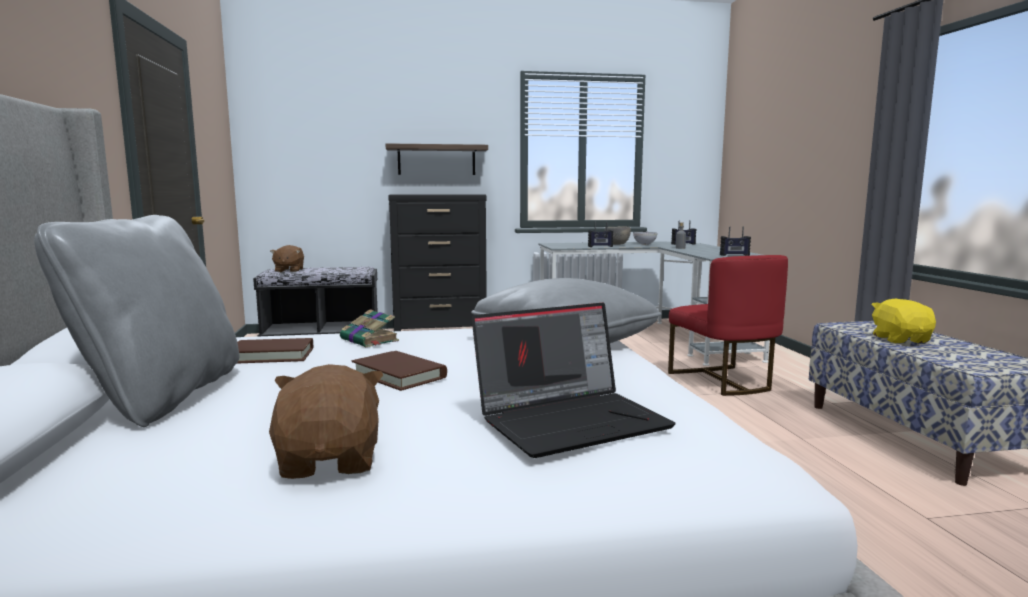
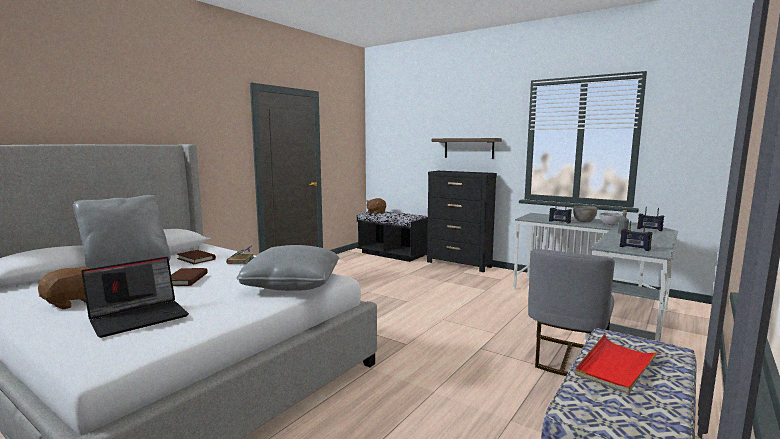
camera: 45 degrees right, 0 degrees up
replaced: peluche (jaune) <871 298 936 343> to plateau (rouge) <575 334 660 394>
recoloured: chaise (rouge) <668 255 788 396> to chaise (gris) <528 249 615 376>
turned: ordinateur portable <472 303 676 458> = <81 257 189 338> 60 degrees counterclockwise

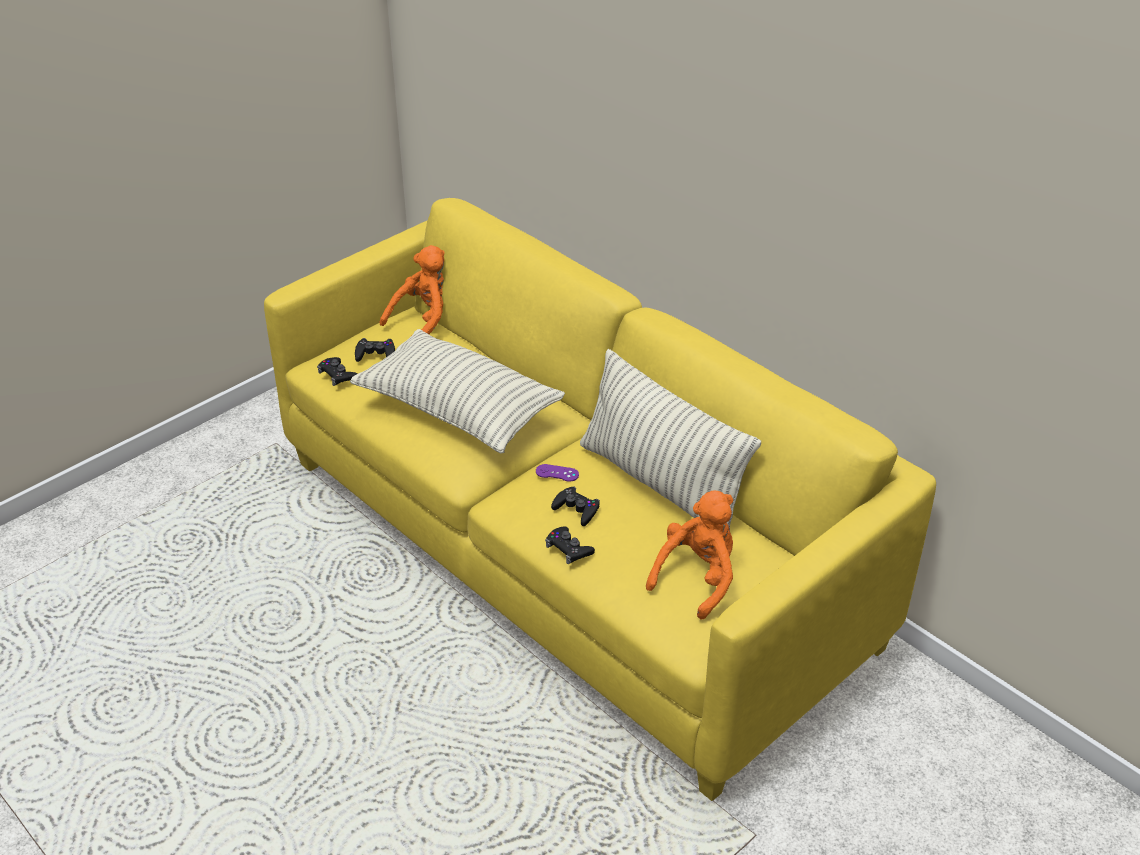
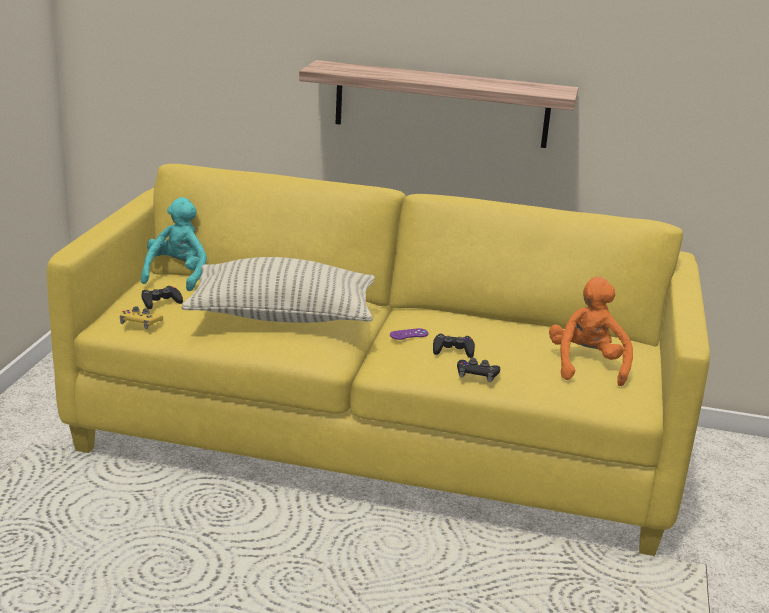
camera: 35 degrees left, 15 degrees down
removed: coussin <580 349 761 531>
added: étagère <299 60 578 148>
recoloured: manette (noir) <317 357 358 386> to manette (jaune) <120 306 163 329>; peluche (orange) <379 245 445 334> to peluche (turquoise) <141 197 207 291>

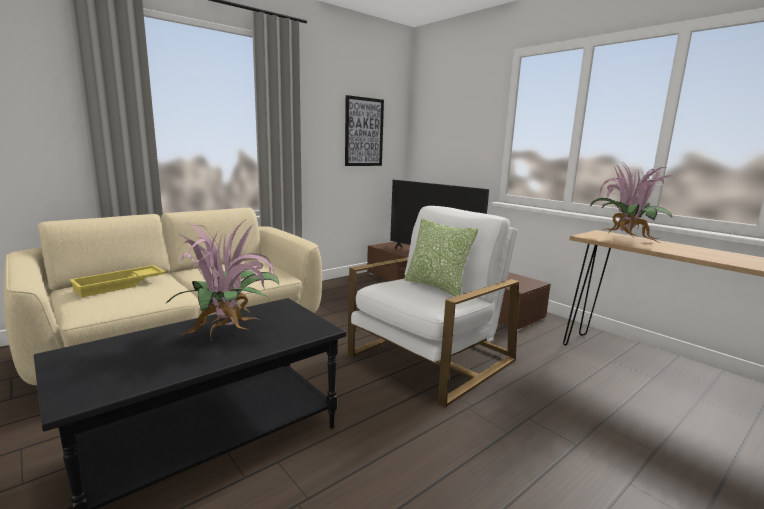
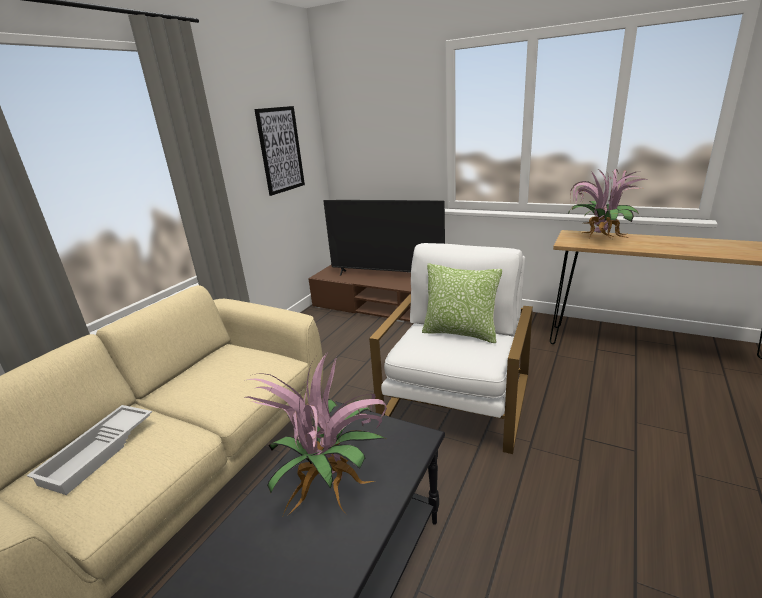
camera: 20 degrees left, 10 degrees up
recoloured: plateau (jaune) <69 265 166 297> to plateau (blanc) <27 405 152 495>

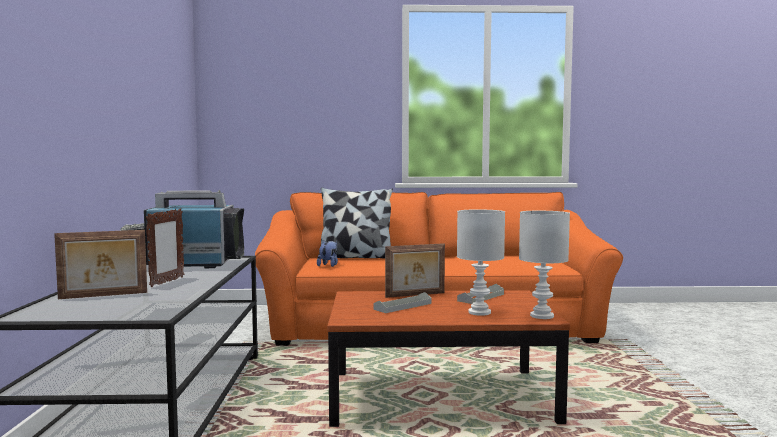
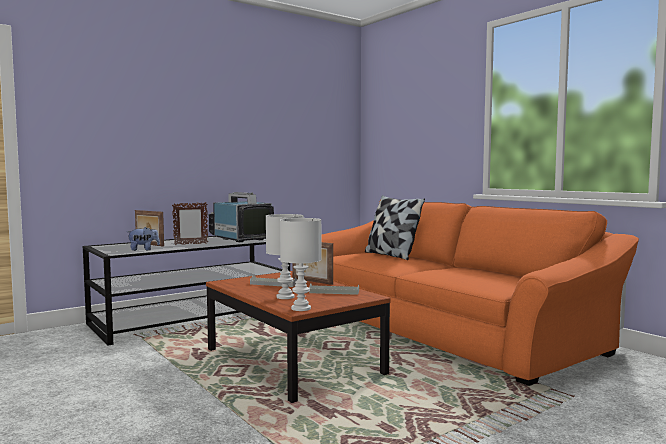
camera: 55 degrees right, 0 degrees up
moved: peluche <317 240 338 267> to <127 227 160 251>

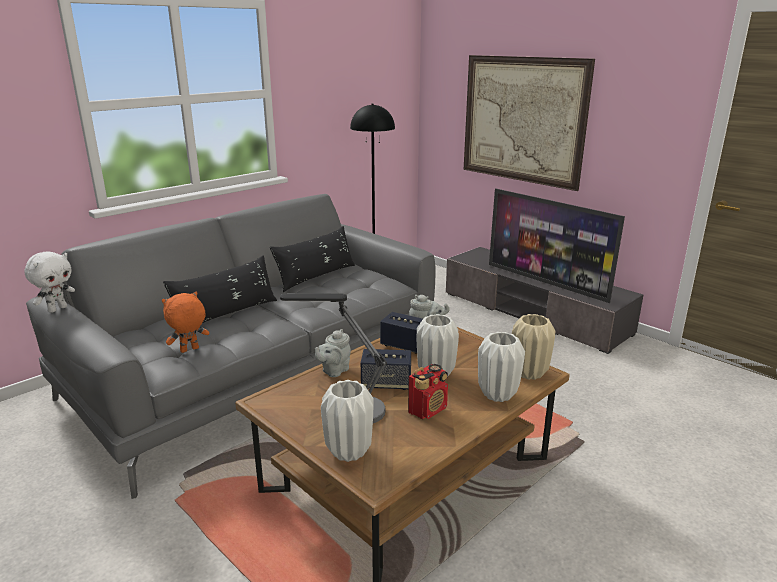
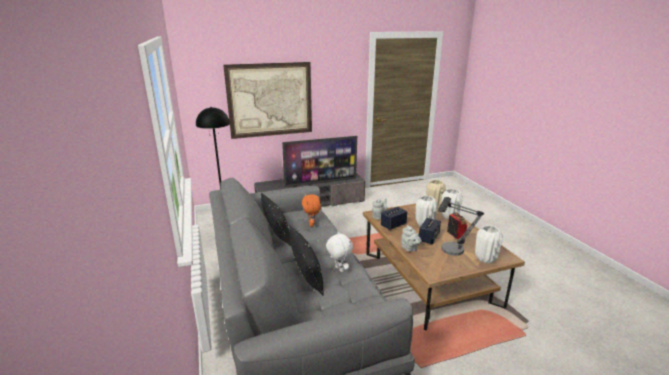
camera: 65 degrees left, 0 degrees up
moved: peluche (blanc) <24 251 75 313> to <326 232 353 272>; peluche (orange) <162 292 209 353> to <302 194 321 227>

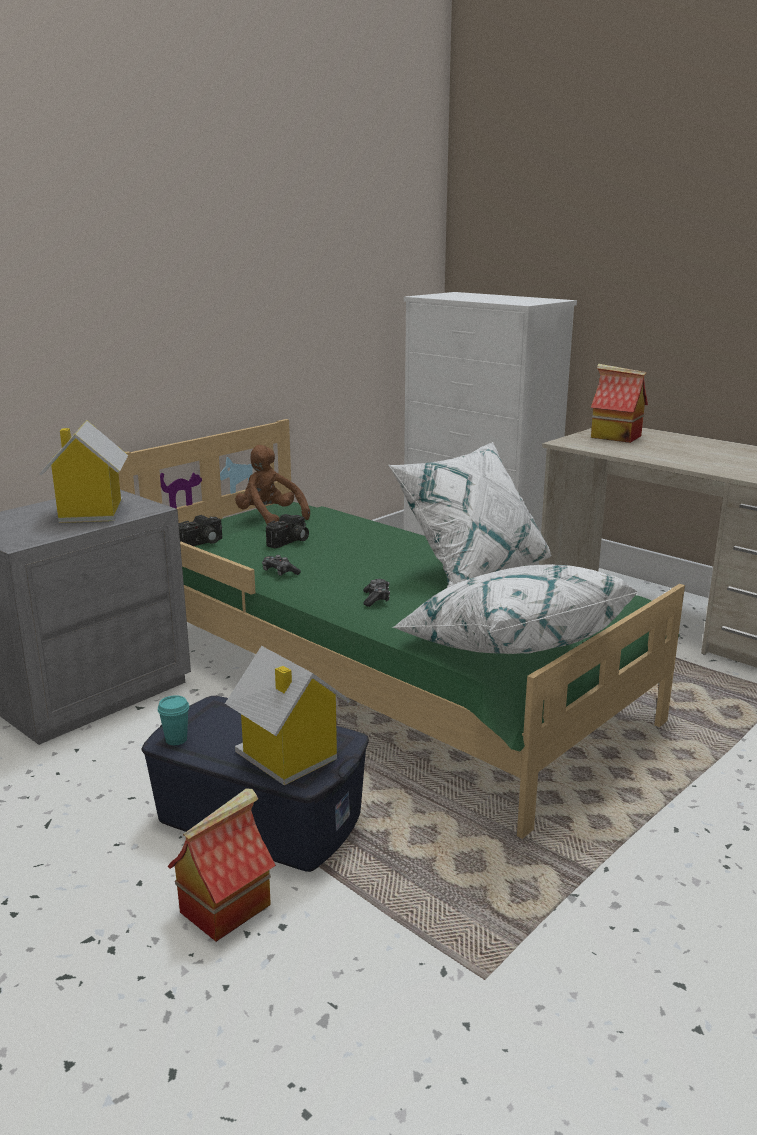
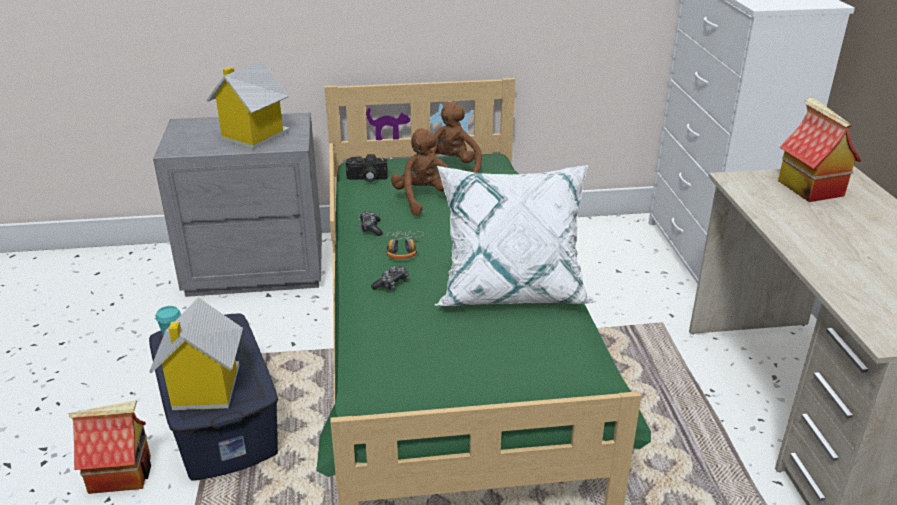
camera: 40 degrees right, 10 degrees up
removed: coussin (blanc) <392 564 639 654>
added: casque audio <380 230 424 259>
replaced: appareil photo <266 514 309 548> to peluche (marron) <391 128 450 216>

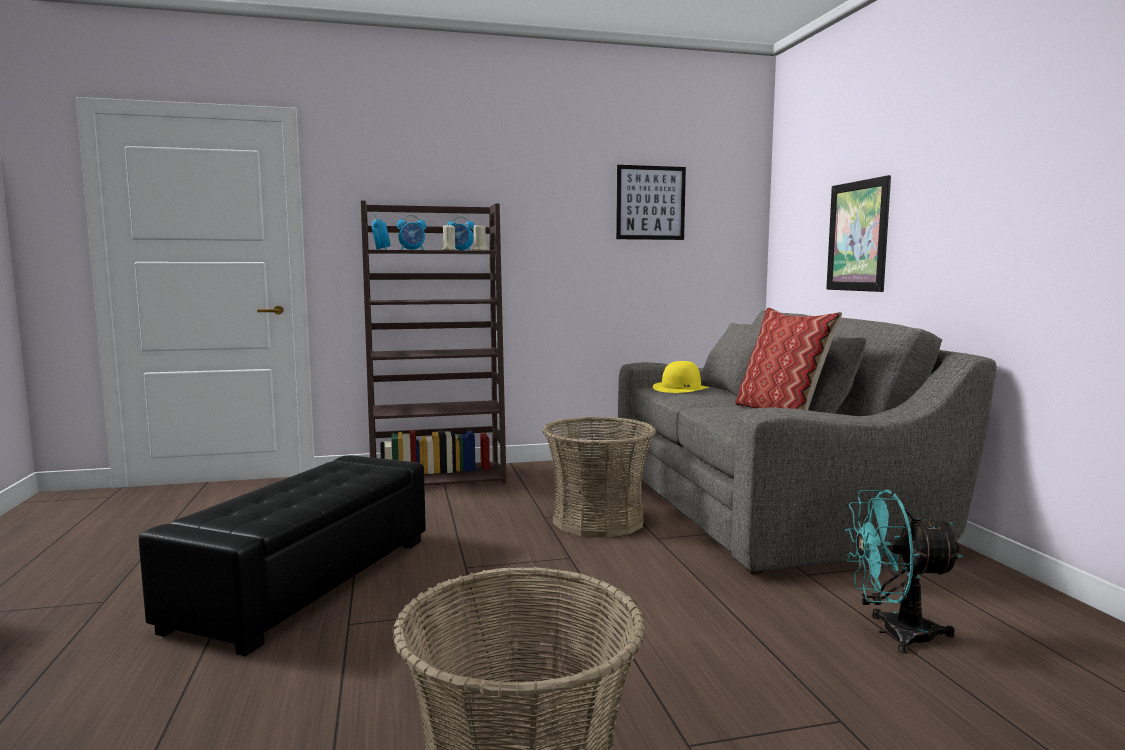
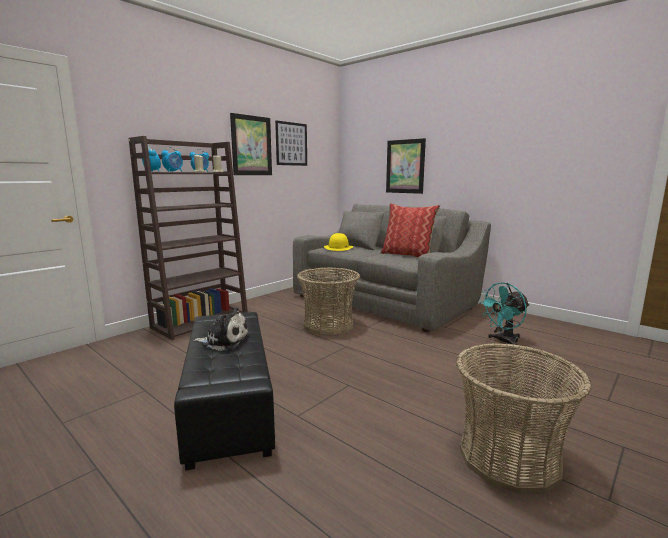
camera: 35 degrees left, 5 degrees up
added: peluche <193 307 249 351>; tableau <230 113 272 175>

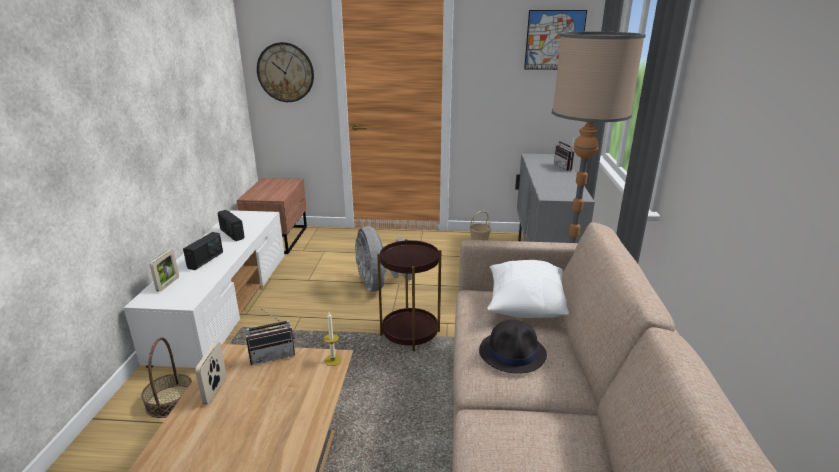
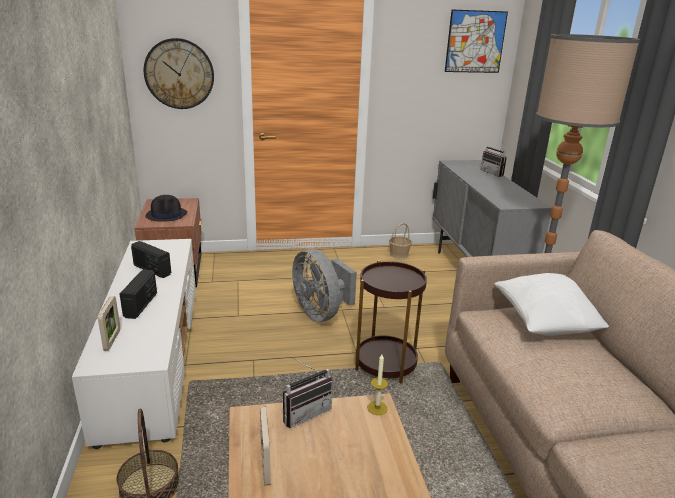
camera: 15 degrees left, 0 degrees up
moved: chapeau (noir) <479 320 547 374> to <145 195 187 222>

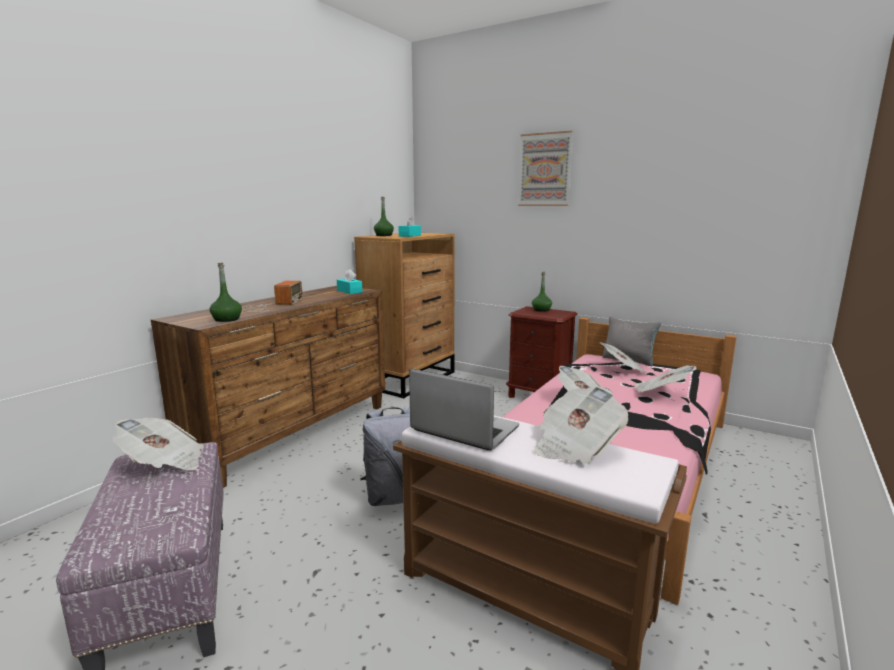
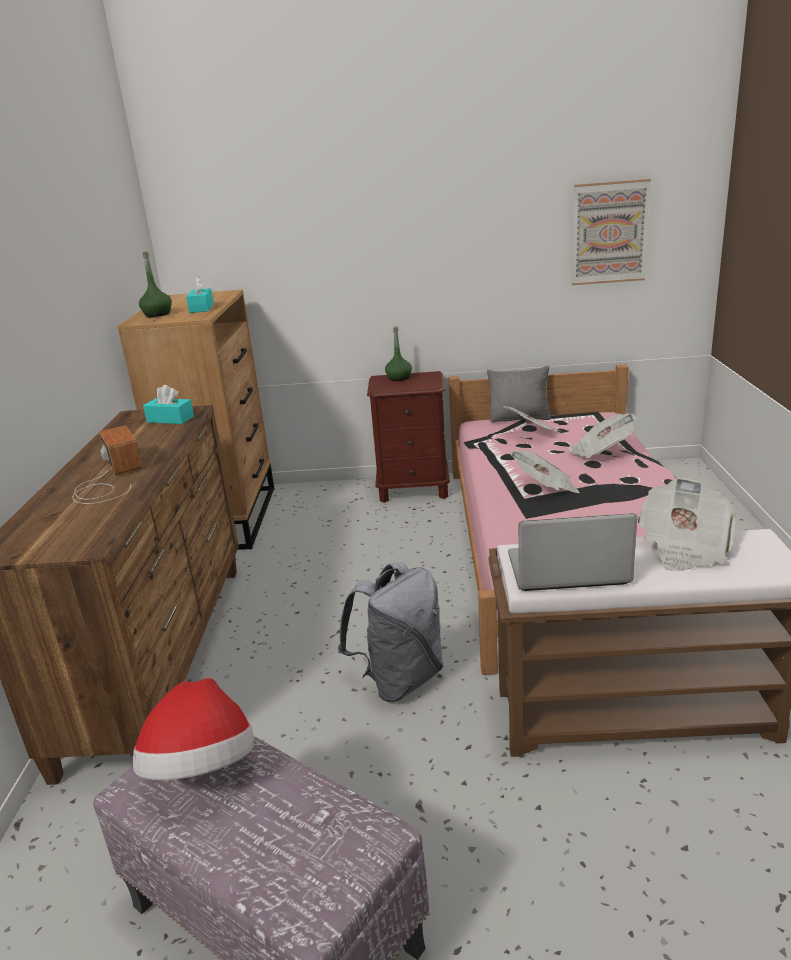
camera: 30 degrees left, 10 degrees up
removed: bouteille (vert) <209 263 242 322>
moved: tableau <518 130 573 206> to <572 179 651 285>
replaced: journal <112 418 204 470> to chapeau <133 678 254 780>

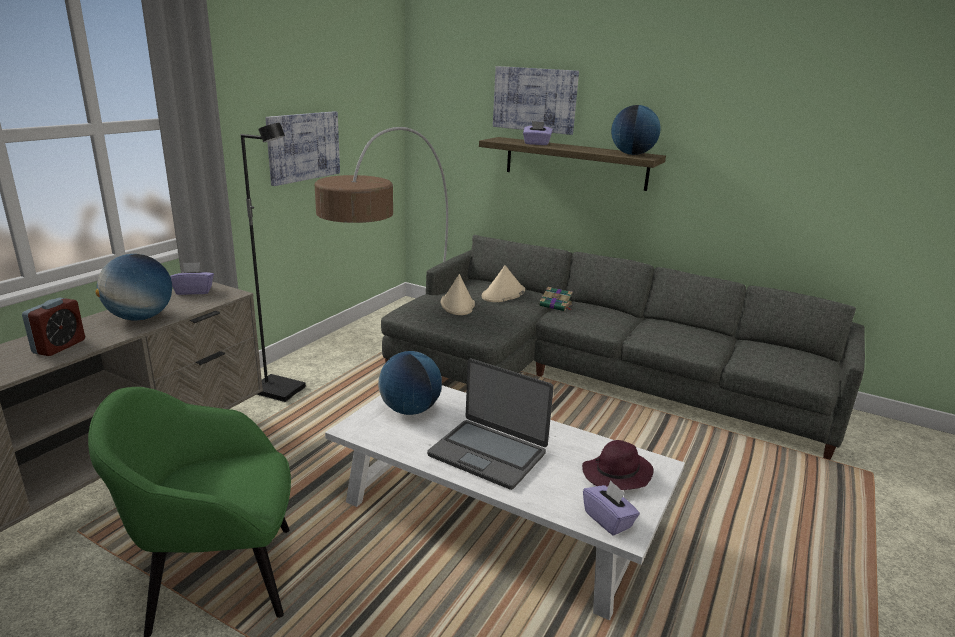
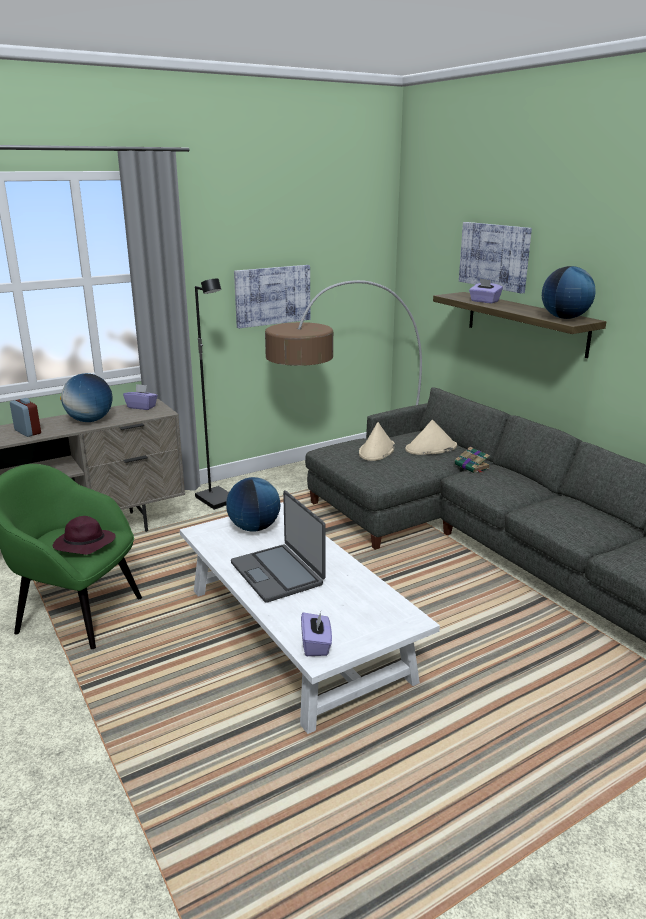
camera: 30 degrees right, 0 degrees up
moved: chapeau (violet) <582 440 654 490> to <53 516 116 555>
turned: réveil <22 298 85 356> = <10 398 41 437> 90 degrees counterclockwise

